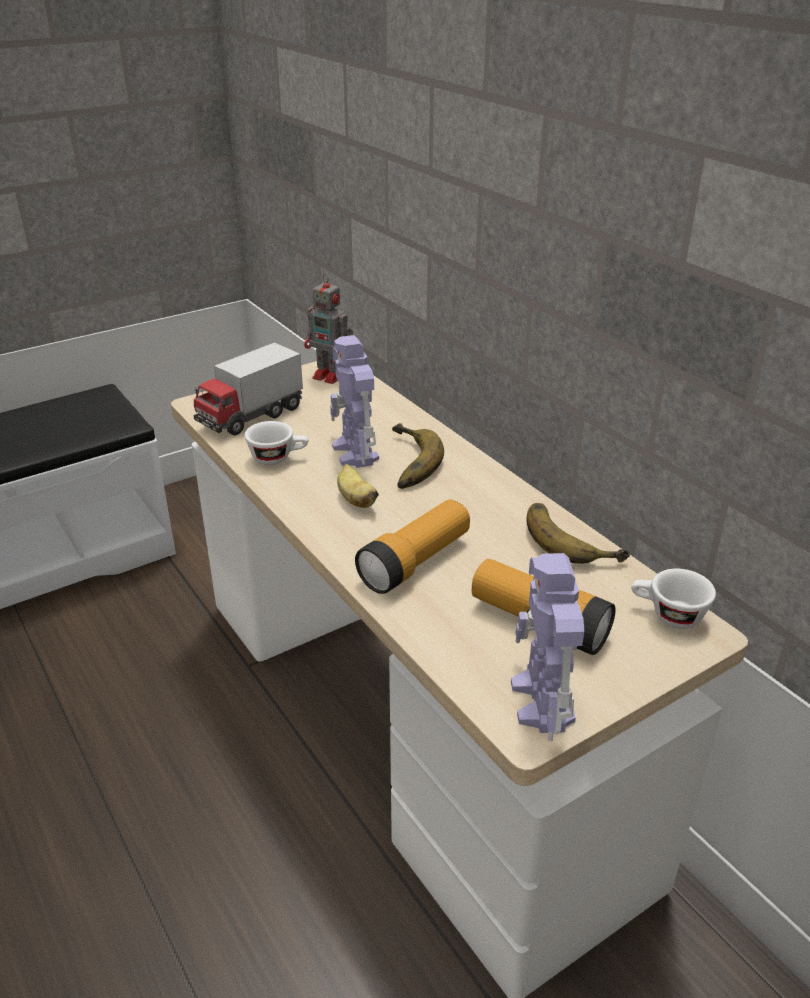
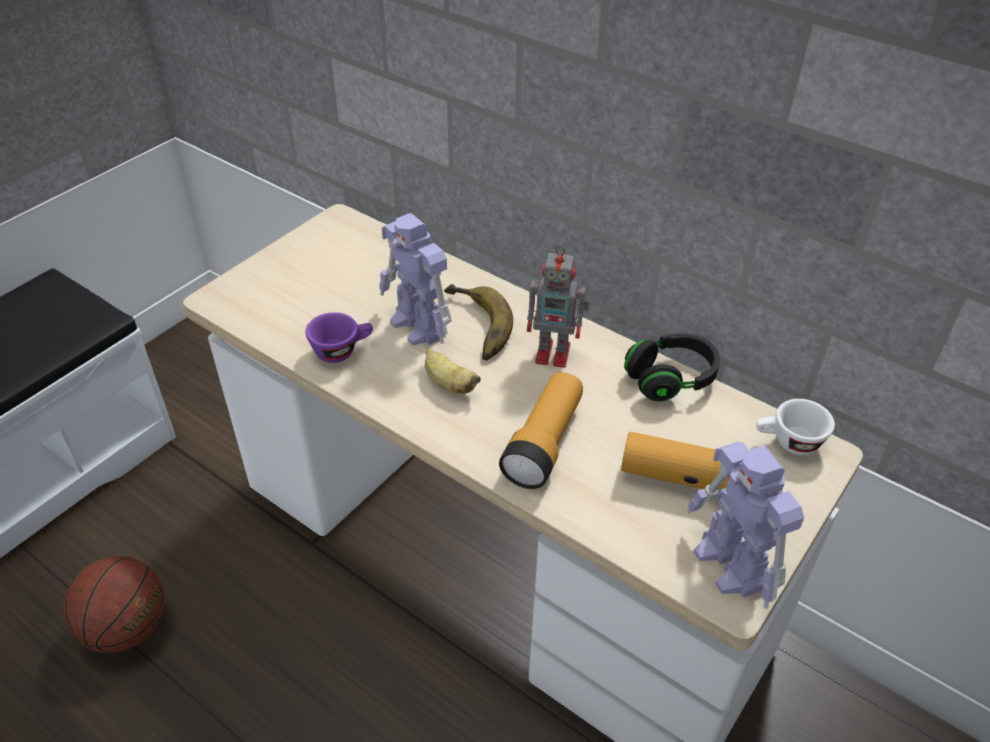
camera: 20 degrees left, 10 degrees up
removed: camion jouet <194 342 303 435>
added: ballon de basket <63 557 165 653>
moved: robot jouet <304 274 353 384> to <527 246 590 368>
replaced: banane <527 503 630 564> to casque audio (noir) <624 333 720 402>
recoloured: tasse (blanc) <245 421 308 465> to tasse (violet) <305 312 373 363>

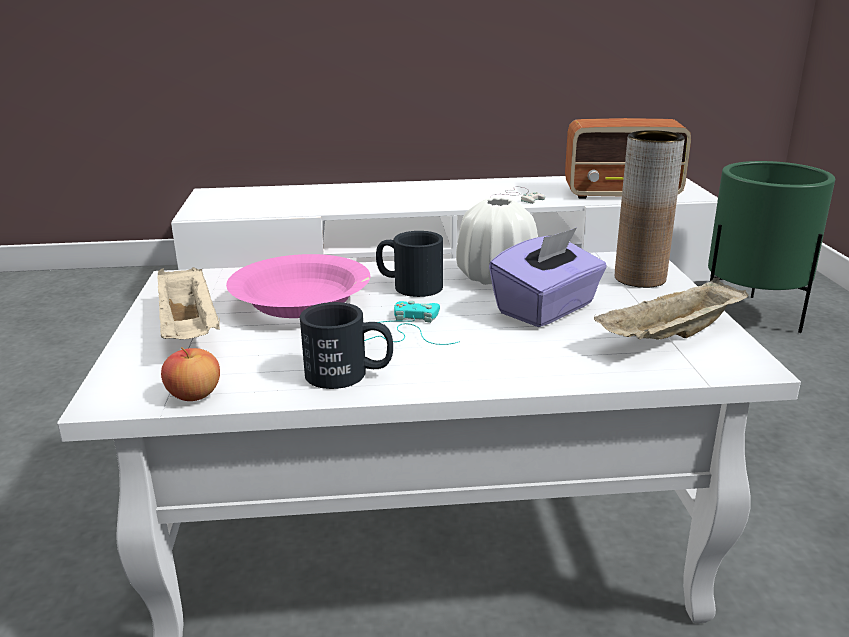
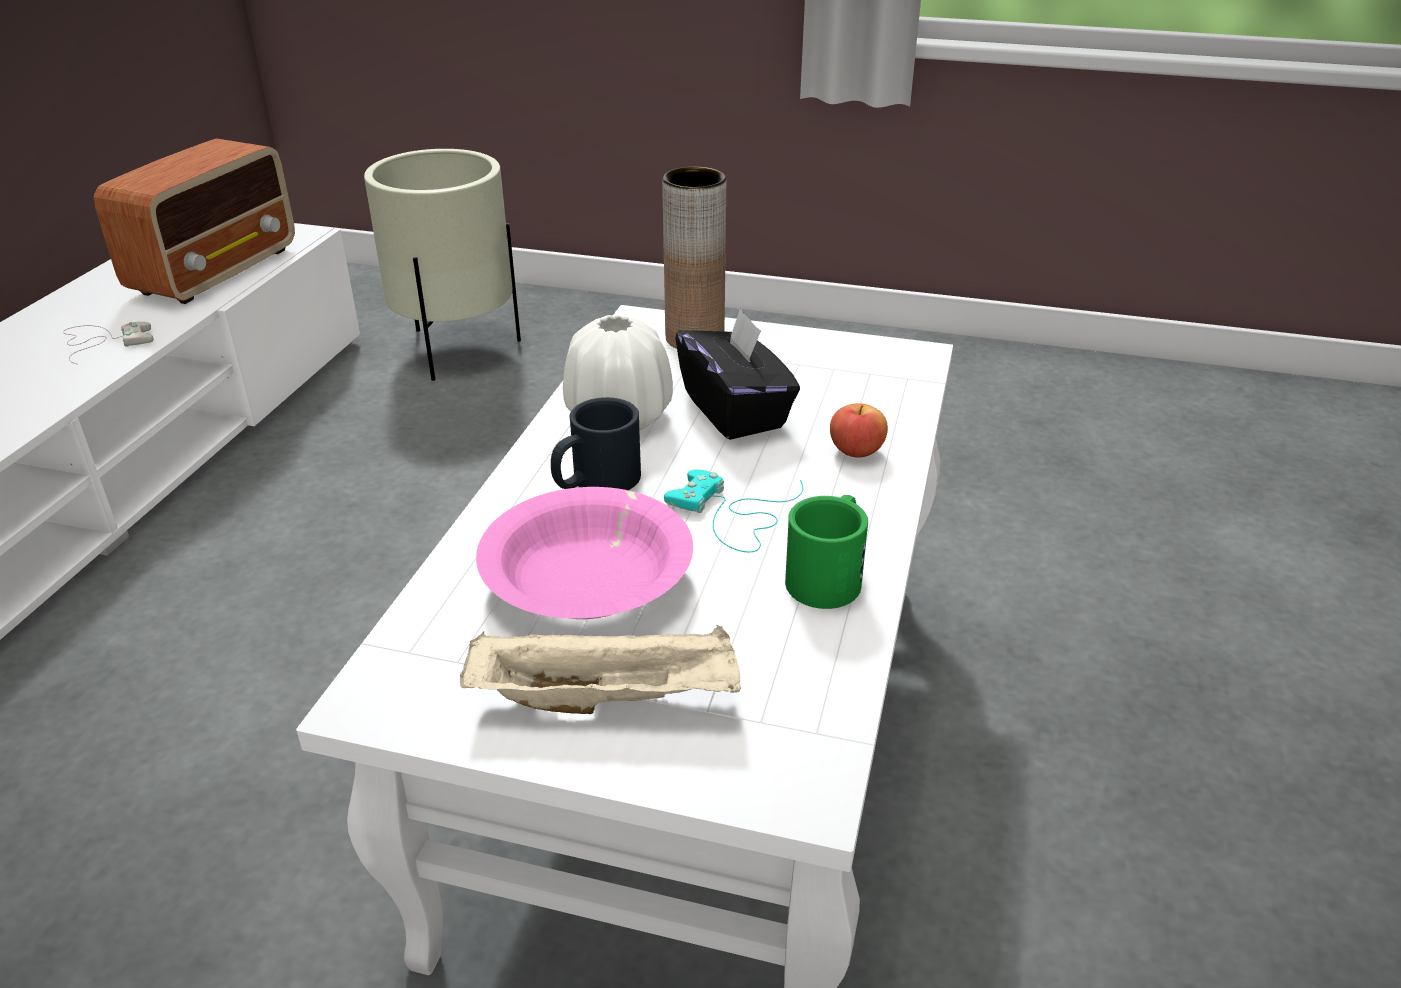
camera: 70 degrees left, 10 degrees up
removed: plateau (beige) <594 277 749 340>
moved: pomme <161 347 220 401> to <830 403 888 458>
recoloured: mug (noir) <300 302 393 389> to mug (vert) <785 495 868 609>; boîte à mouchoirs (violet) <489 227 607 327> to boîte à mouchoirs (noir) <675 307 800 440>; cache-pot (vert) <708 161 835 333> to cache-pot (beige) <364 149 521 381>

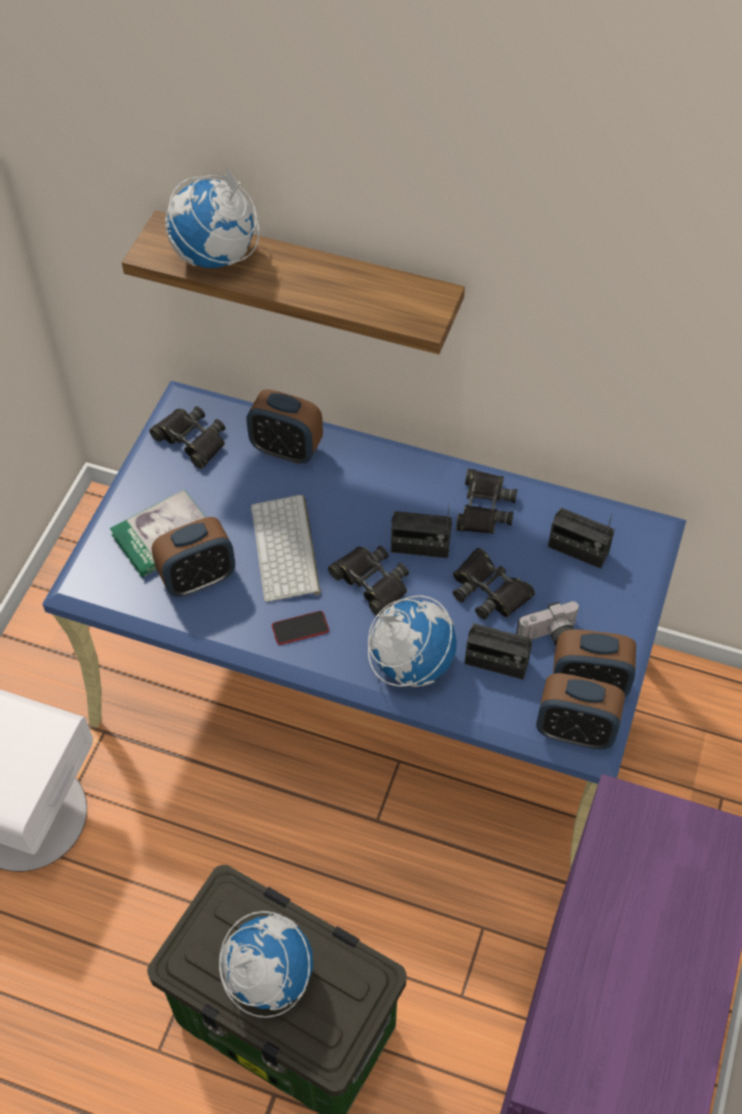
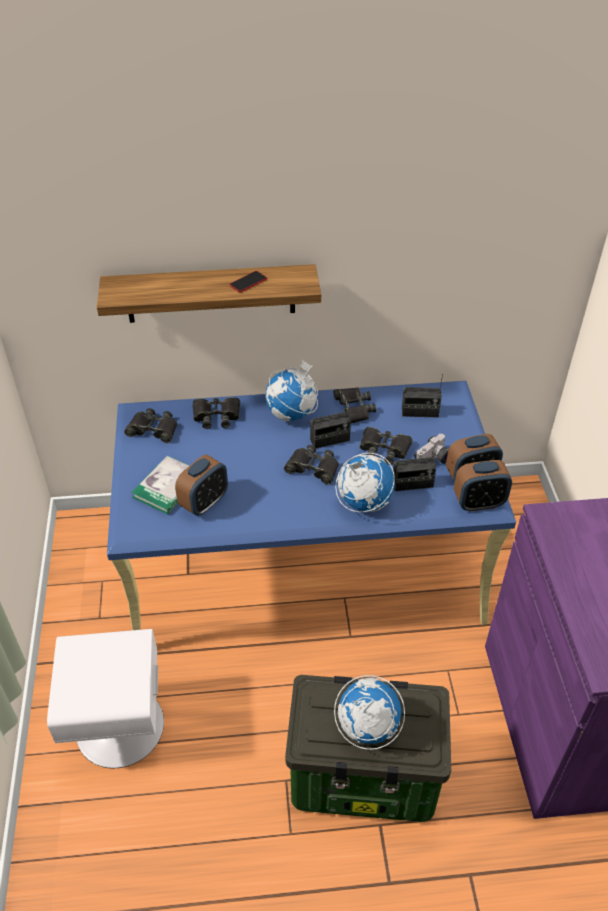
camera: 25 degrees left, 10 degrees down
removed: clavier <251 495 321 602>
moved: globe <165 167 260 268> to <265 360 318 421>; téléphone <272 611 329 645> to <230 271 267 292>
replaced: réveil <247 389 323 464> to jumelles (noir) <192 397 240 429>

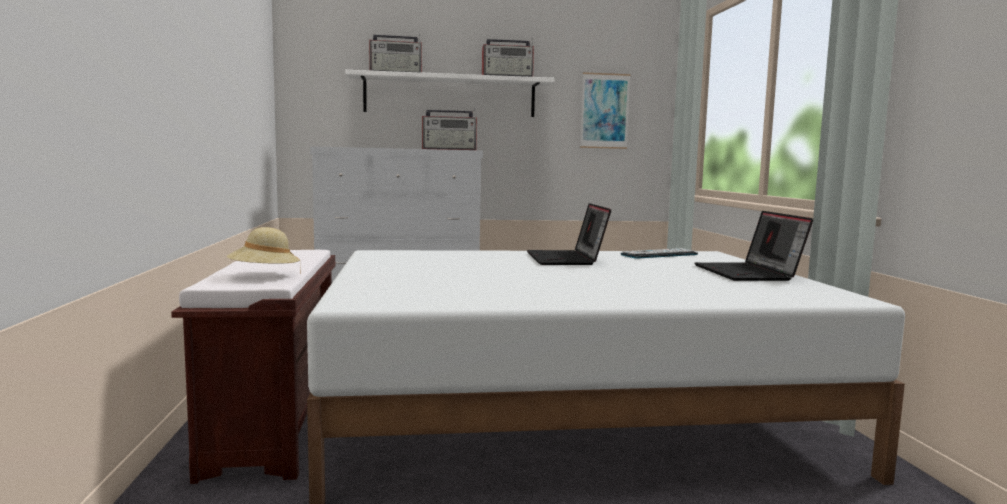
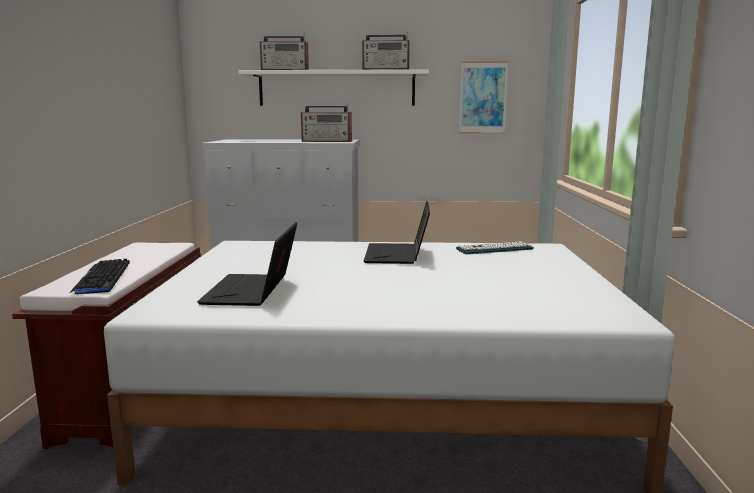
camera: 10 degrees right, 5 degrees up
moved: ordinateur portable <695 211 813 281> to <197 222 297 306>
replaced: chapeau (beige) <227 227 301 274> to clavier <69 259 130 294>

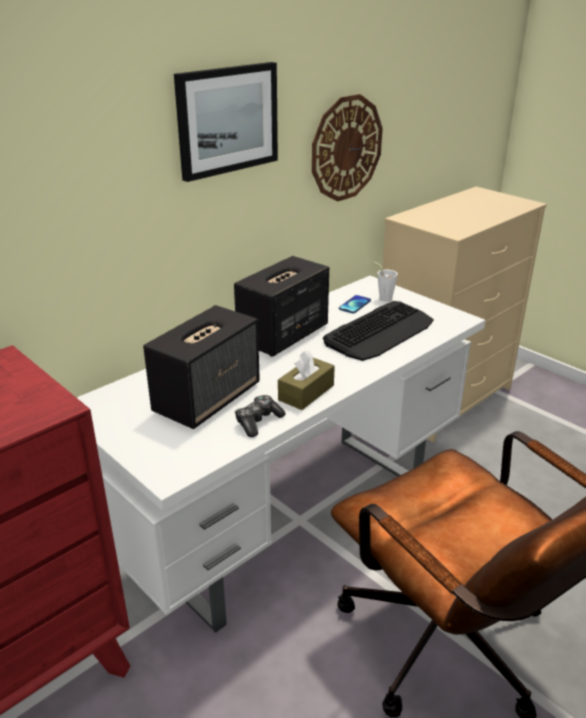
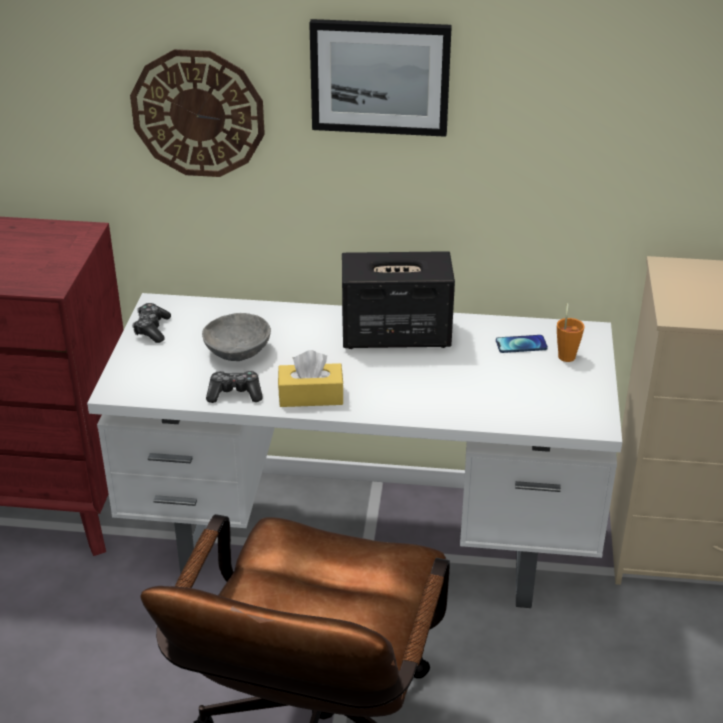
camera: 50 degrees right, 5 degrees up
removed: clavier <323 301 434 361>
added: manette <132 303 171 343>
moved: horloge murale <312 94 383 201> to <130 49 265 177>
replaced: enceinte <143 305 260 429> to bol (gris) <202 313 271 361>
recoloured: boîte à mouchoirs (marron) <278 350 335 410> to boîte à mouchoirs (jaune) <278 350 344 407>; tasse (blanc) <373 262 398 302> to tasse (orange) <557 303 585 362>

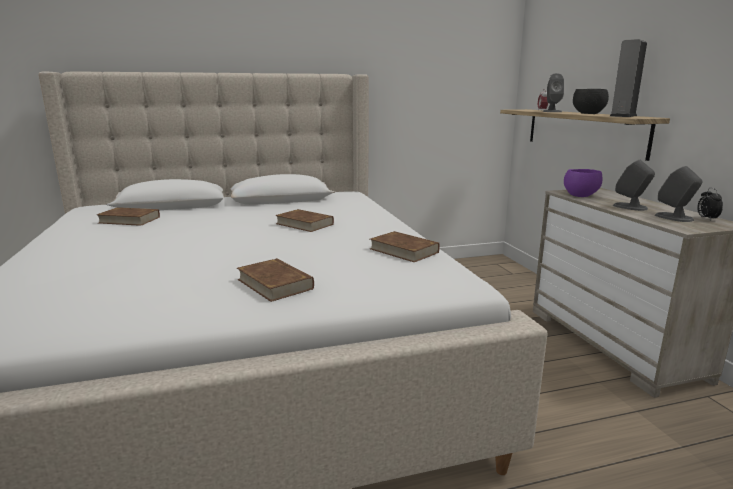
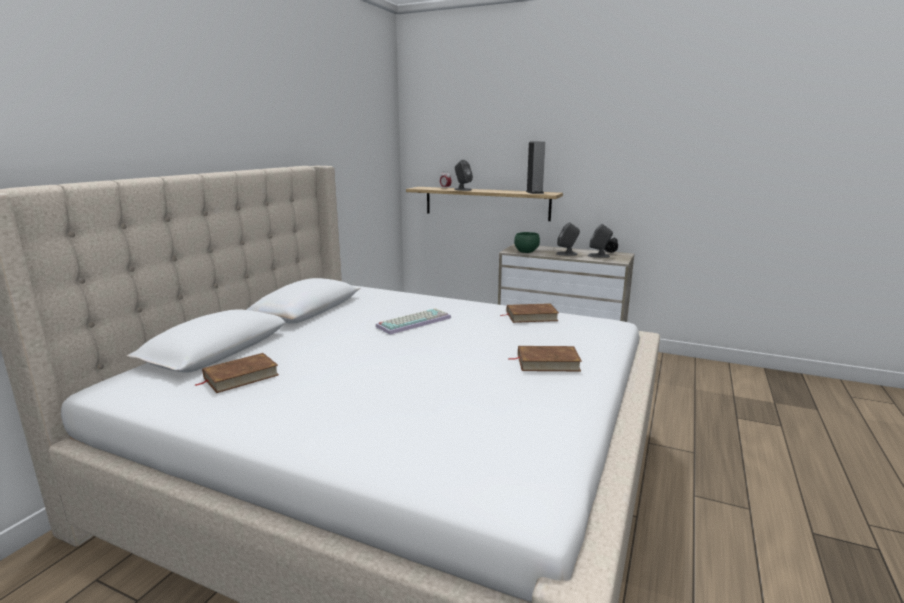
camera: 50 degrees left, 0 degrees up
removed: bol (noir) <573 89 609 114>
replaced: livre (marron) <275 209 334 232> to clavier <376 308 451 334>
recoloured: bol (violet) <564 169 602 197> to bol (vert) <514 232 540 253>

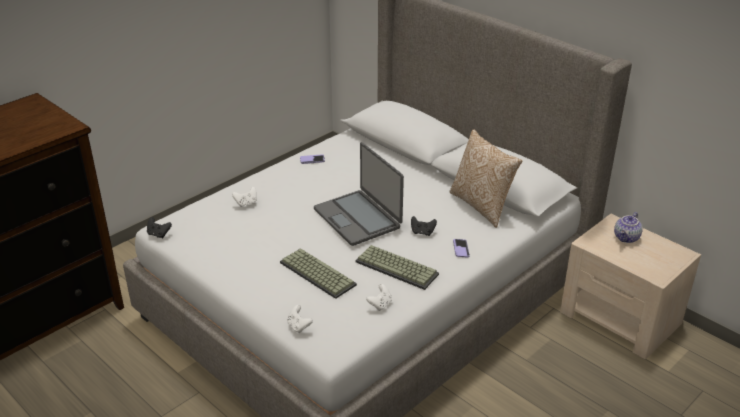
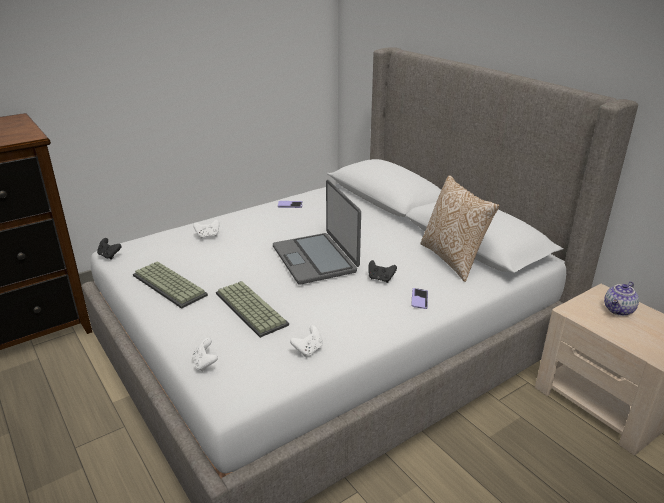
camera: 10 degrees right, 5 degrees down
moved: clavier <355 245 439 290> to <133 261 208 309>

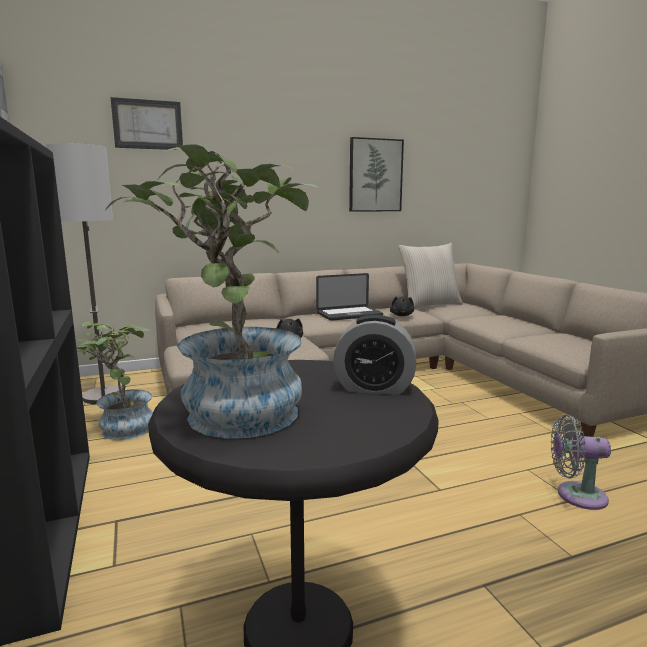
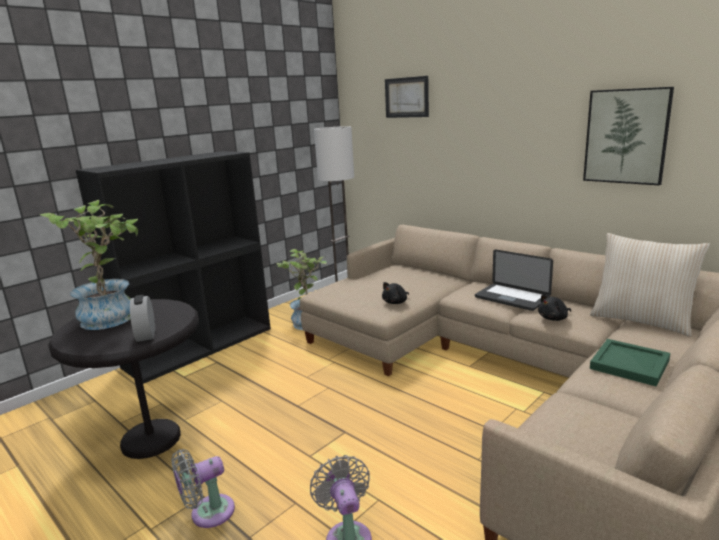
camera: 65 degrees right, 5 degrees up
added: ventilateur (gris) <171 449 235 528>; plateau (vert) <590 339 670 387>

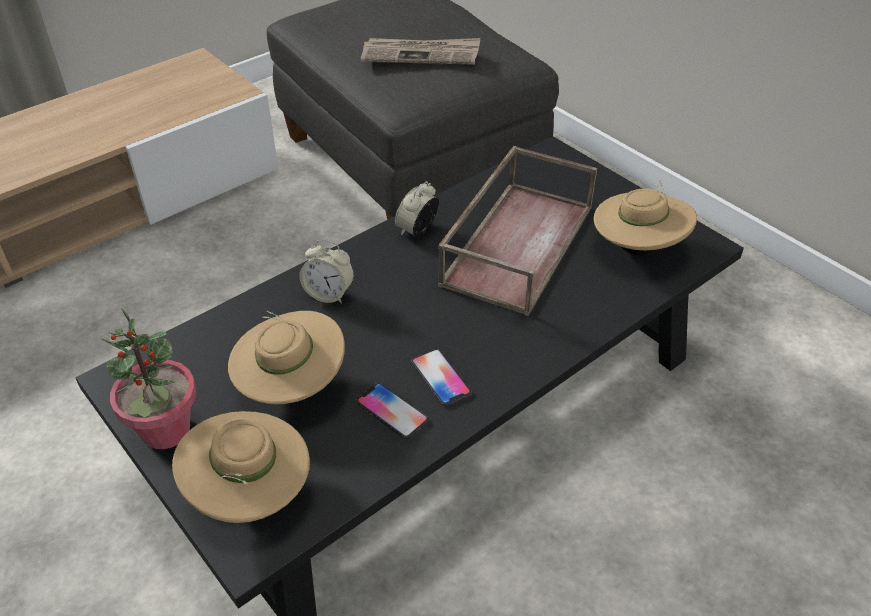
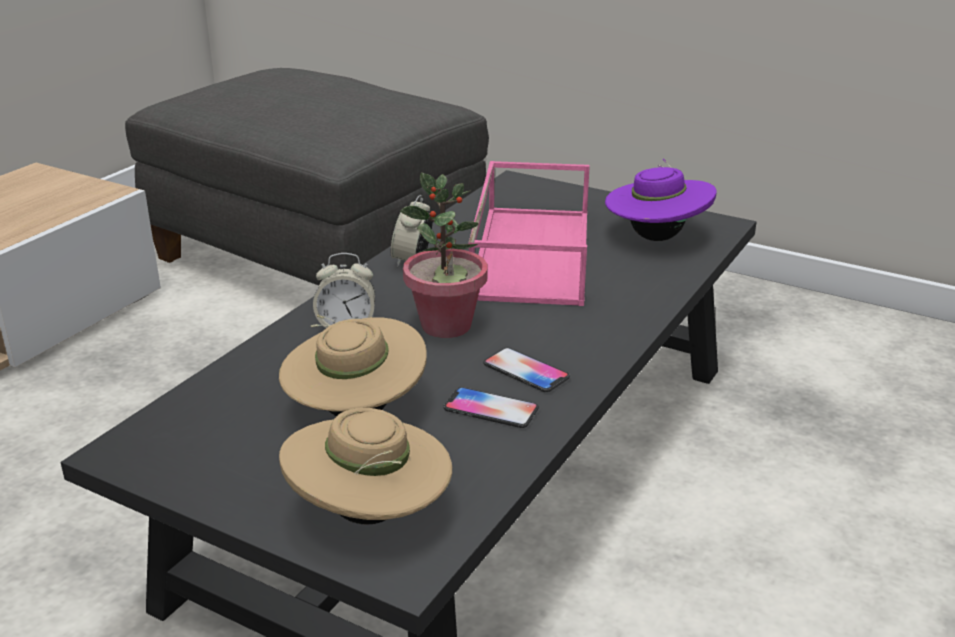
camera: 20 degrees left, 15 degrees down
removed: journal <361 38 480 65>
moved: plante en pot <102 308 196 449> to <400 173 488 338>
recoloured: plateau (marron) <438 146 597 316> to plateau (rose) <469 161 590 306>; chapeau (beige) <594 181 697 256> to chapeau (violet) <605 158 717 241>

